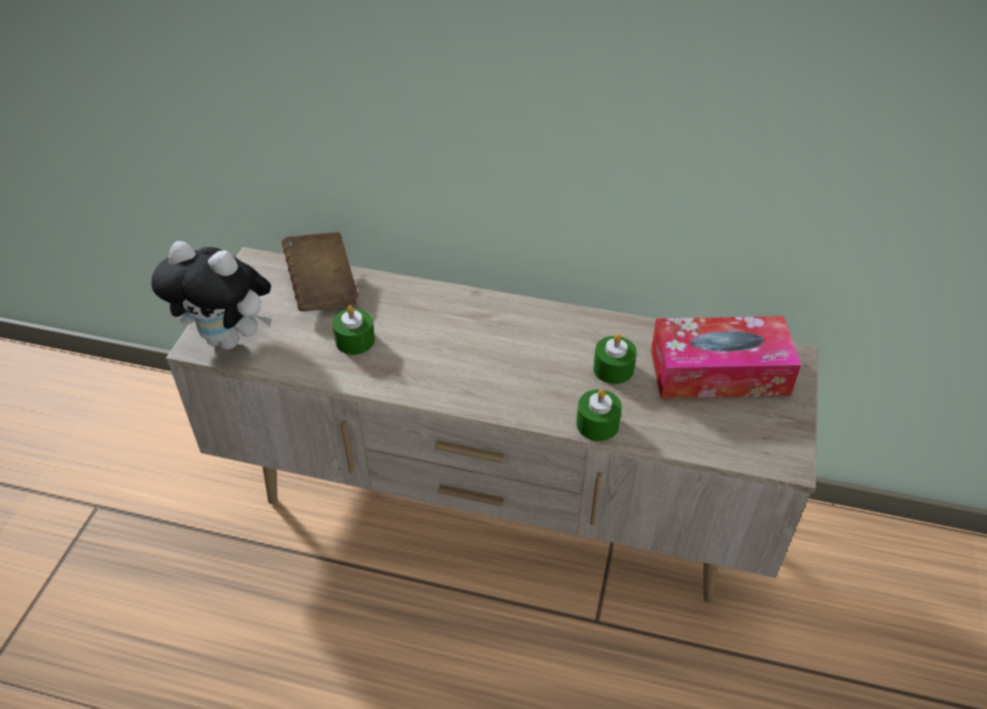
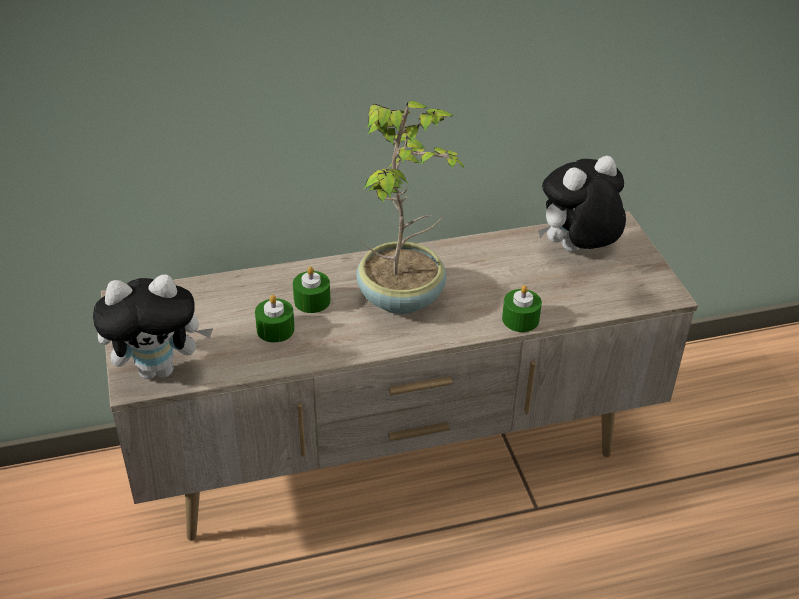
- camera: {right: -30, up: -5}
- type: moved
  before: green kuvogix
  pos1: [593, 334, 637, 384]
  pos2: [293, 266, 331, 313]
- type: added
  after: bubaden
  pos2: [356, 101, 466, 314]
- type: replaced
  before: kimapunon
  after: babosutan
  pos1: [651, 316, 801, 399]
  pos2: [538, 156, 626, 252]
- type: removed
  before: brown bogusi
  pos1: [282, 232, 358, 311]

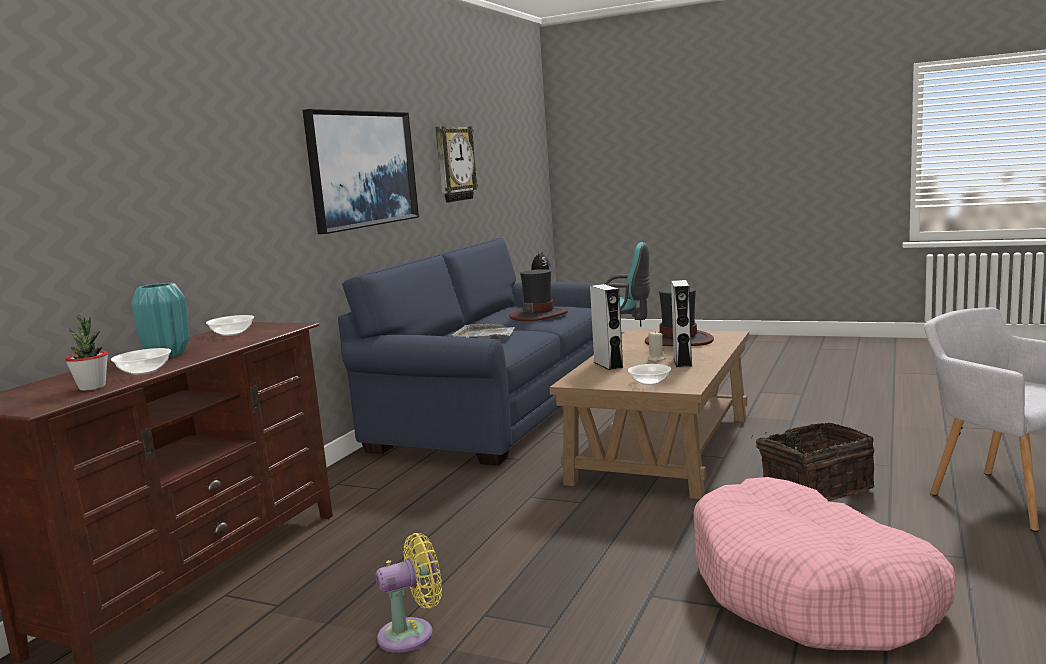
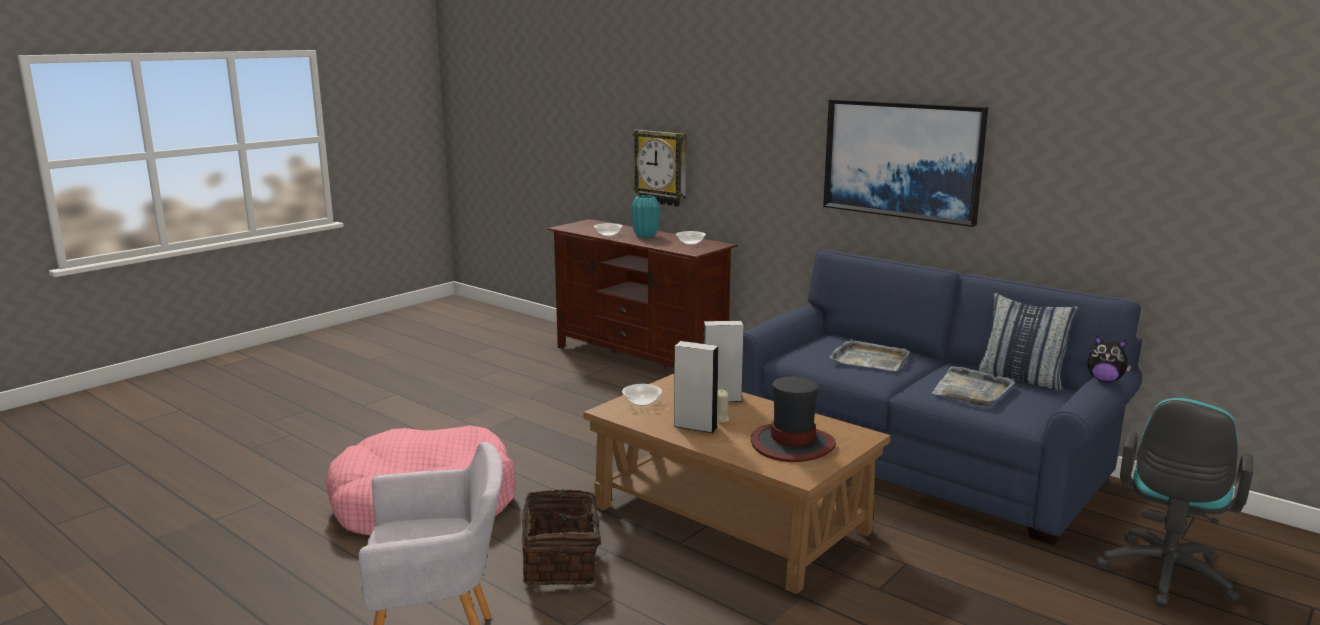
- camera: {right: 105, up: 5}
- type: moved
  before: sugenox
  pos1: [435, 126, 478, 202]
  pos2: [632, 130, 686, 207]
- type: replaced
  before: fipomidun
  after: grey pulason
  pos1: [510, 269, 568, 321]
  pos2: [932, 366, 1015, 406]
- type: added
  after: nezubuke
  pos2: [977, 293, 1079, 391]
- type: removed
  before: bubaden
  pos1: [65, 315, 108, 391]
- type: removed
  before: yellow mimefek
  pos1: [376, 533, 442, 653]

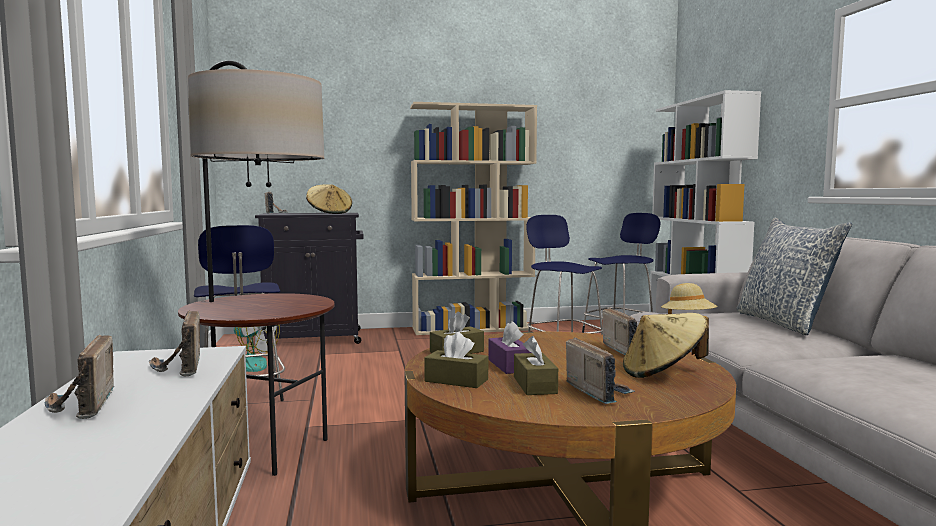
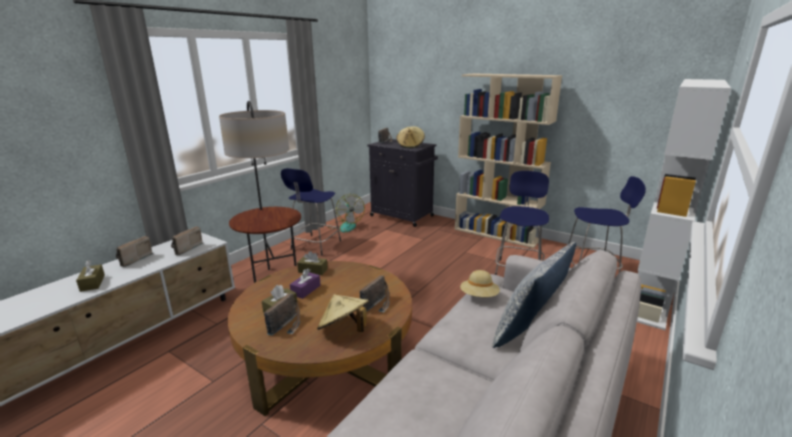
- camera: {right: 45, up: 15}
- type: moved
  before: brown kimapunon
  pos1: [424, 332, 488, 388]
  pos2: [76, 260, 105, 292]

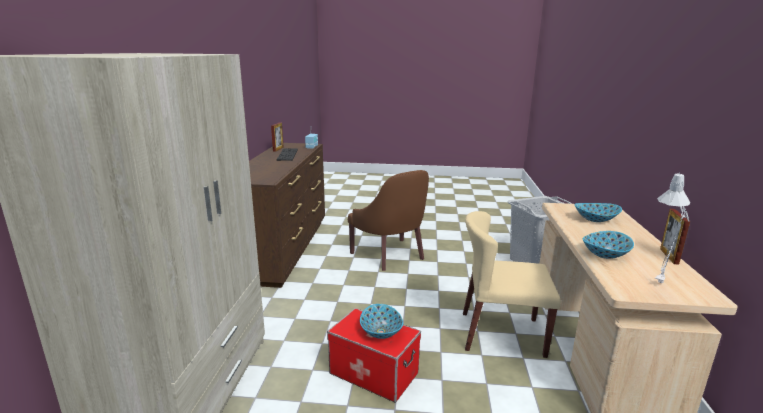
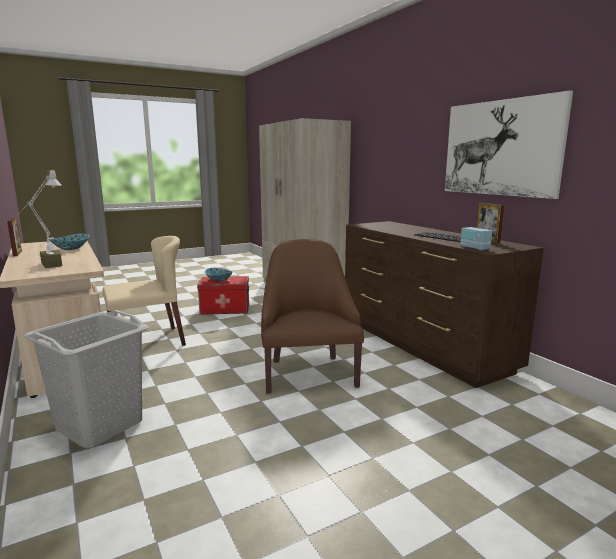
- camera: {right: 145, up: -5}
- type: replaced
  before: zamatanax
  after: brown kimapunon
  pos1: [574, 203, 622, 222]
  pos2: [40, 241, 62, 268]
- type: turned
  before: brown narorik
  pos1: [348, 170, 429, 271]
  pos2: [261, 239, 364, 393]
  turn: 60
- type: added
  after: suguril
  pos2: [445, 91, 573, 199]

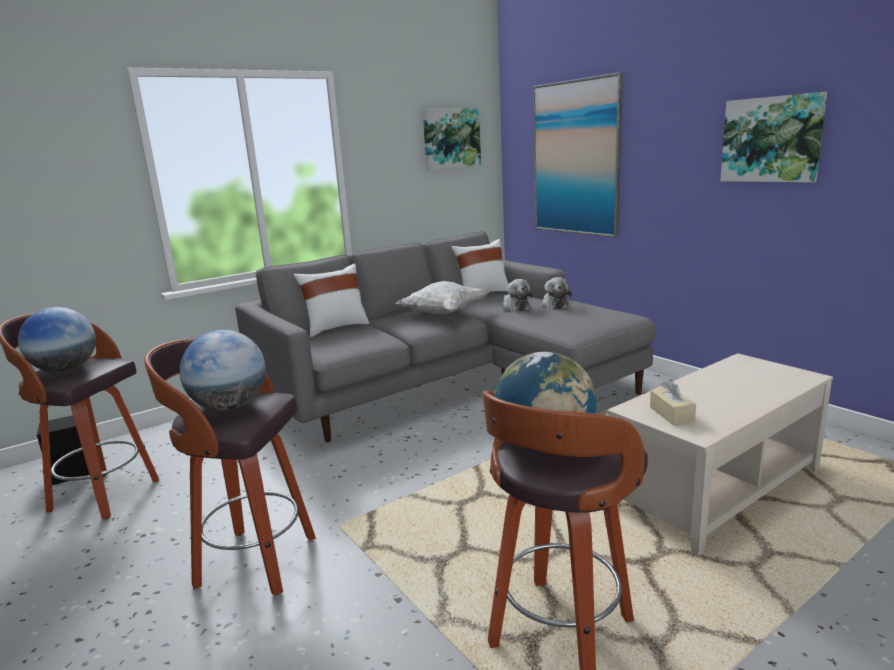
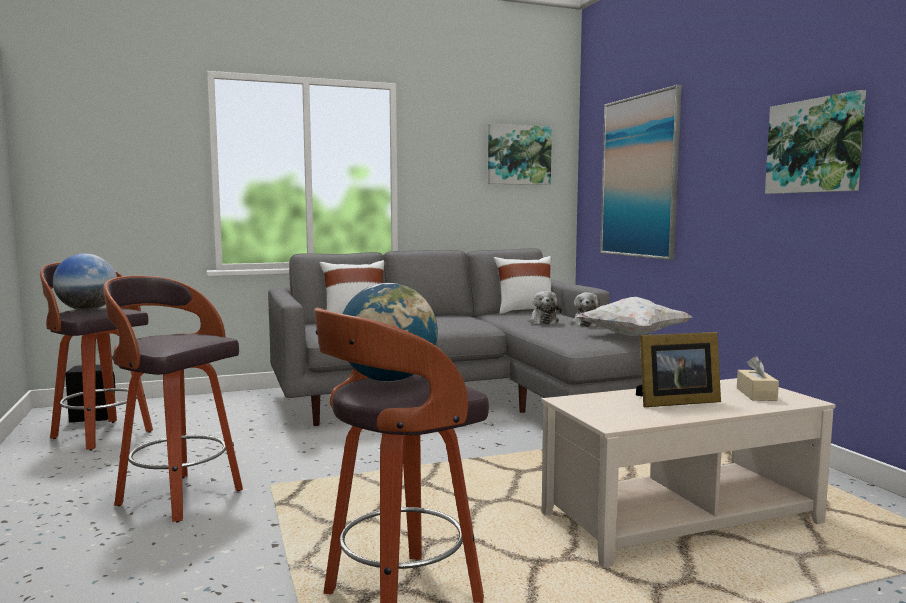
- camera: {right: 15, up: -10}
- type: moved
  before: white nezubuke
  pos1: [395, 281, 490, 314]
  pos2: [576, 297, 692, 336]
- type: added
  after: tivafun
  pos2: [636, 332, 721, 407]
- type: moved
  before: beige kimapunon
  pos1: [650, 379, 696, 425]
  pos2: [737, 356, 779, 401]
- type: removed
  before: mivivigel
  pos1: [180, 330, 266, 411]

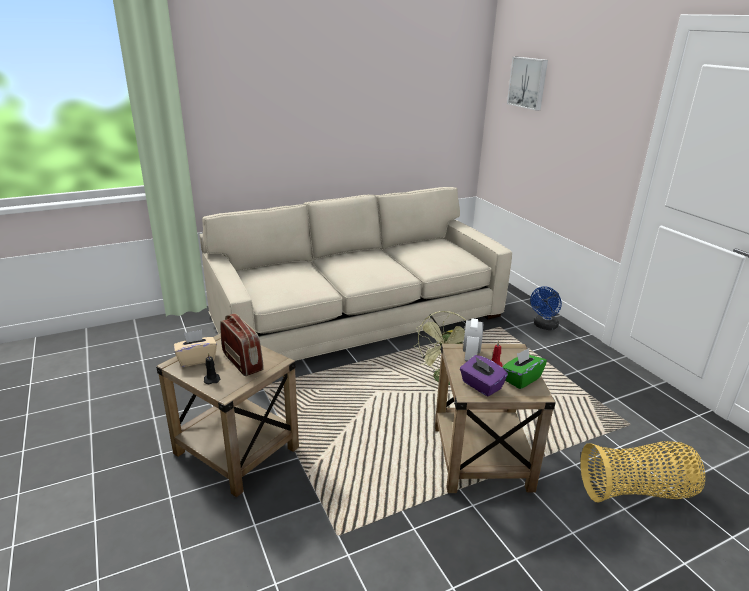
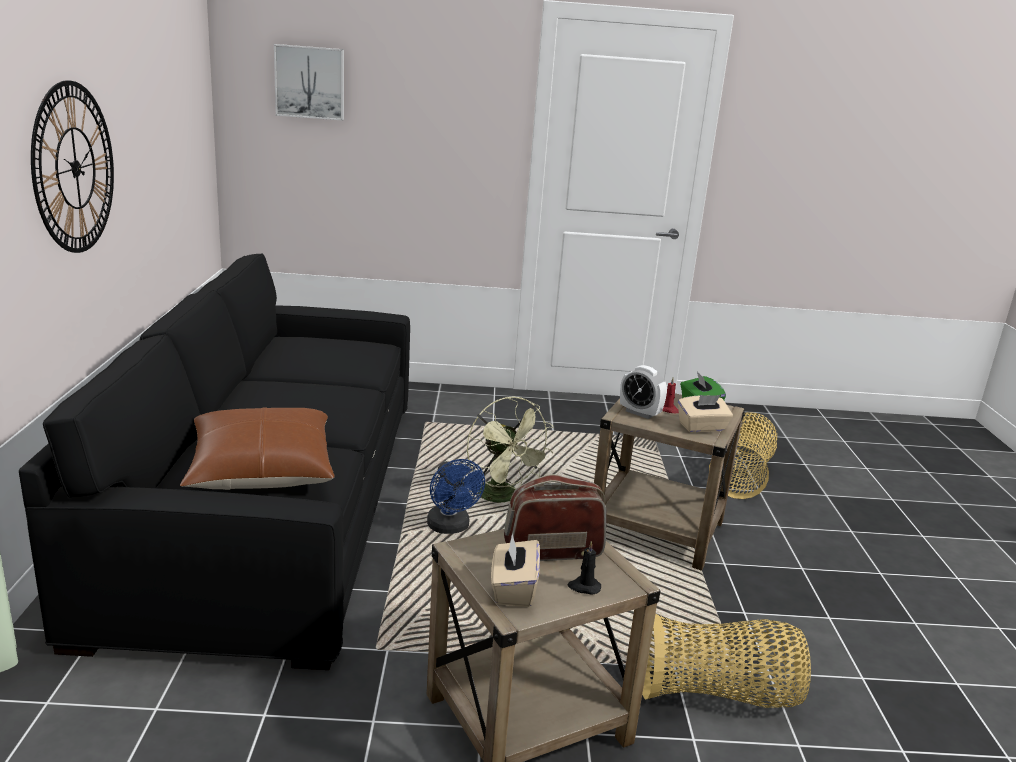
- camera: {right: -65, up: -5}
- type: recoloured
  before: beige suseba
  after: black suseba
  pos1: [199, 187, 512, 361]
  pos2: [19, 253, 410, 670]
- type: added
  after: sugenox
  pos2: [31, 80, 114, 253]
- type: added
  after: brown nezubuke
  pos2: [180, 407, 334, 490]
- type: moved
  before: blue mimefek
  pos1: [530, 286, 562, 330]
  pos2: [427, 459, 485, 534]
- type: added
  after: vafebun
  pos2: [642, 614, 811, 708]
- type: recoloured
  before: purple kimapunon
  after: beige kimapunon
  pos1: [460, 355, 508, 396]
  pos2: [678, 395, 733, 432]

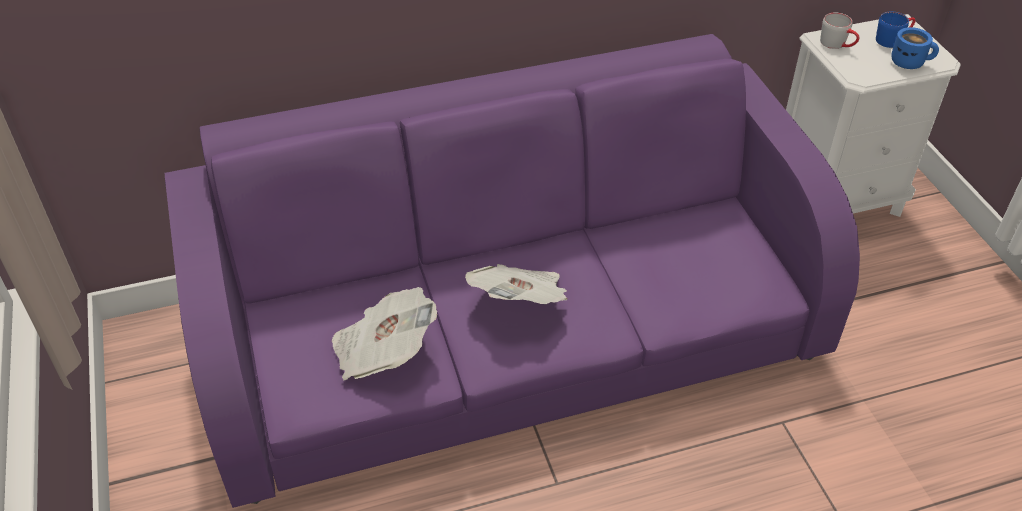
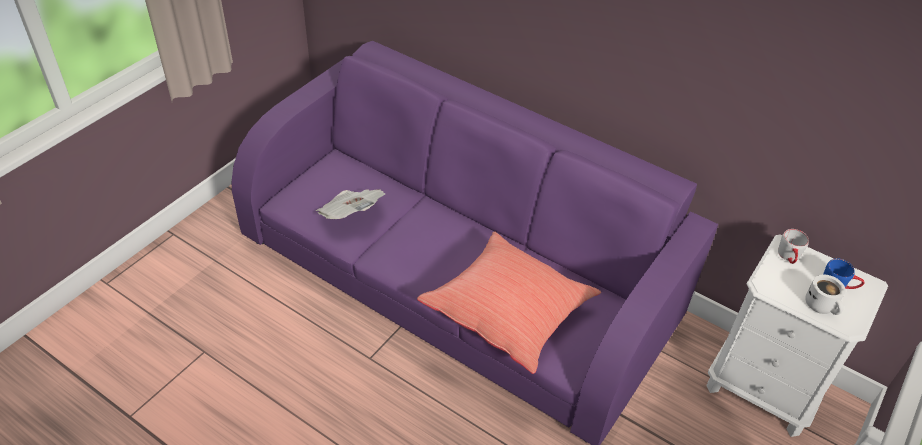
- camera: {right: 50, up: 0}
- type: added
  after: red nezubuke
  pos2: [417, 232, 601, 374]
- type: recoloured
  before: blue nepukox
  after: white nepukox
  pos1: [891, 27, 939, 69]
  pos2: [805, 274, 845, 315]
- type: removed
  before: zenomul
  pos1: [465, 264, 567, 304]

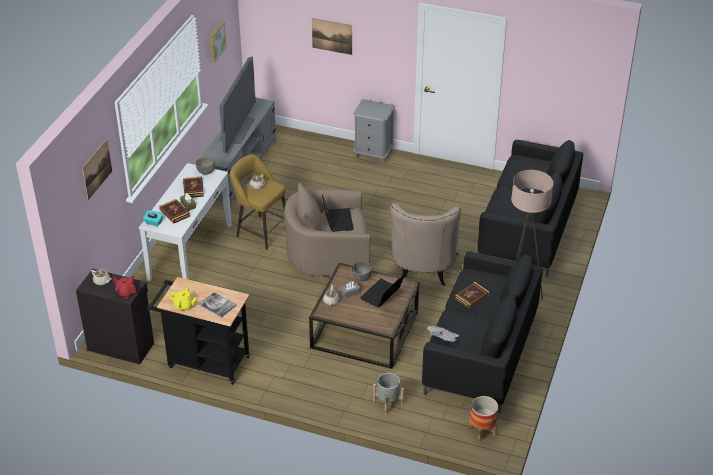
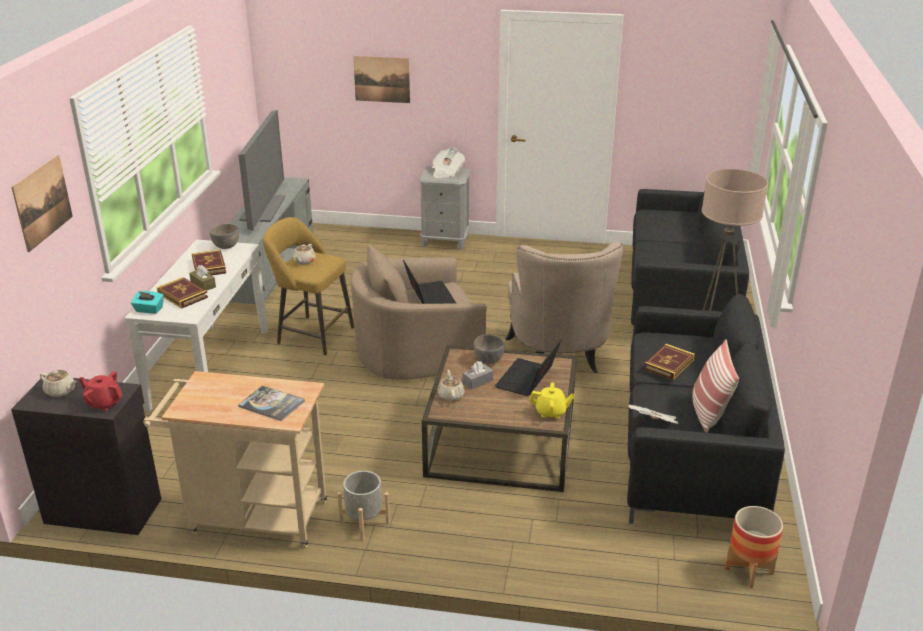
- camera: {right: -10, up: -10}
- type: recoloured
  before: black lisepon
  after: beige lisepon
  pos1: [147, 277, 250, 384]
  pos2: [143, 371, 327, 548]
- type: moved
  before: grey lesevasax
  pos1: [373, 373, 404, 414]
  pos2: [337, 471, 390, 541]
- type: added
  after: zenomul
  pos2: [432, 148, 465, 178]
- type: moved
  before: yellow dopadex
  pos1: [170, 287, 197, 311]
  pos2: [529, 382, 575, 419]
- type: added
  after: nezubuke
  pos2: [693, 339, 739, 433]
- type: removed
  before: suguril
  pos1: [209, 22, 227, 63]

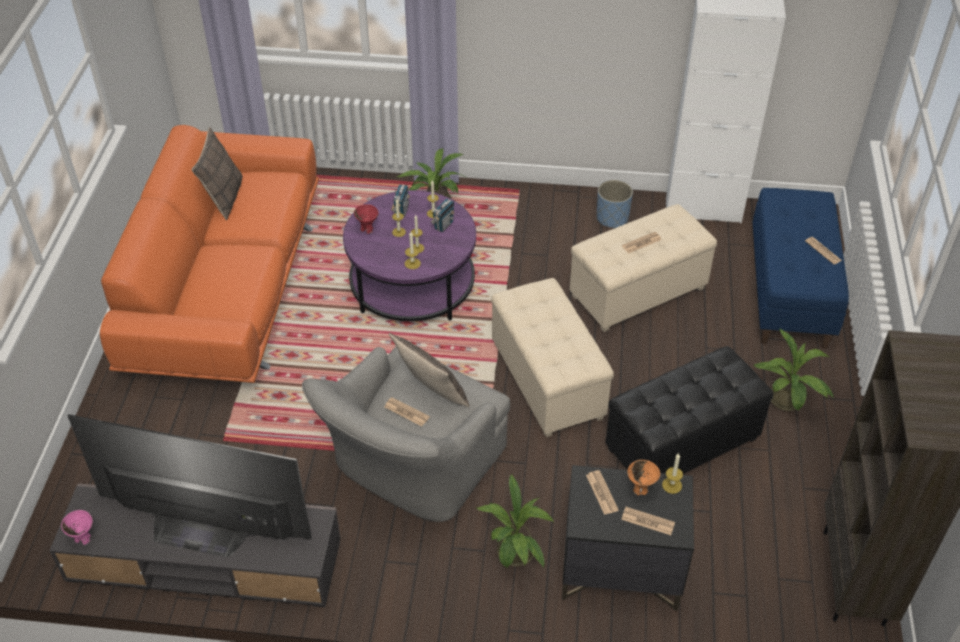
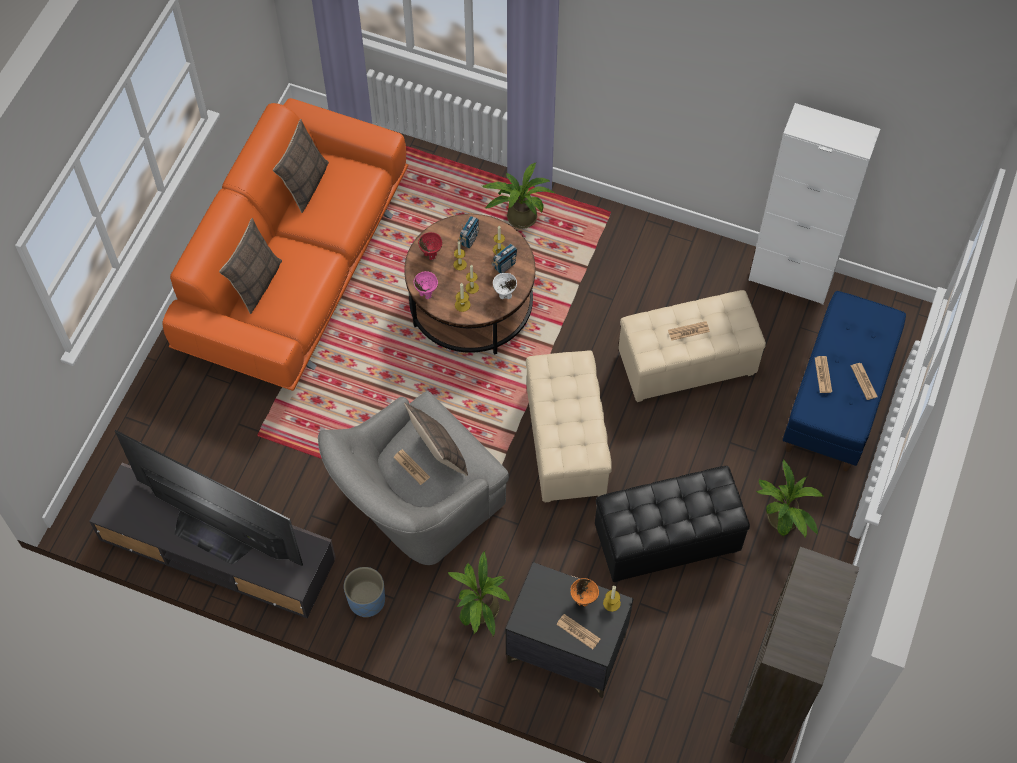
- camera: {right: 15, up: 15}
- type: added
  after: nezubuke
  pos2: [219, 218, 282, 314]
- type: moved
  before: blue lesevasax
  pos1: [597, 180, 633, 229]
  pos2: [344, 567, 385, 618]
- type: recoloured
  before: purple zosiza
  after: brown zosiza
  pos1: [343, 190, 476, 321]
  pos2: [404, 214, 535, 355]
- type: moved
  before: pink zamatanax
  pos1: [61, 510, 93, 545]
  pos2: [413, 271, 438, 299]
- type: added
  after: white zamatanax
  pos2: [493, 273, 517, 299]
- type: moved
  before: zenomul
  pos1: [586, 470, 619, 515]
  pos2: [815, 356, 832, 393]

